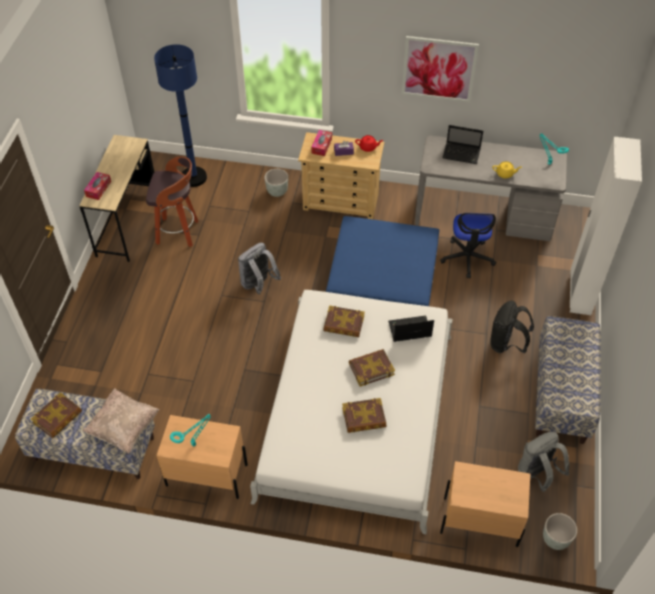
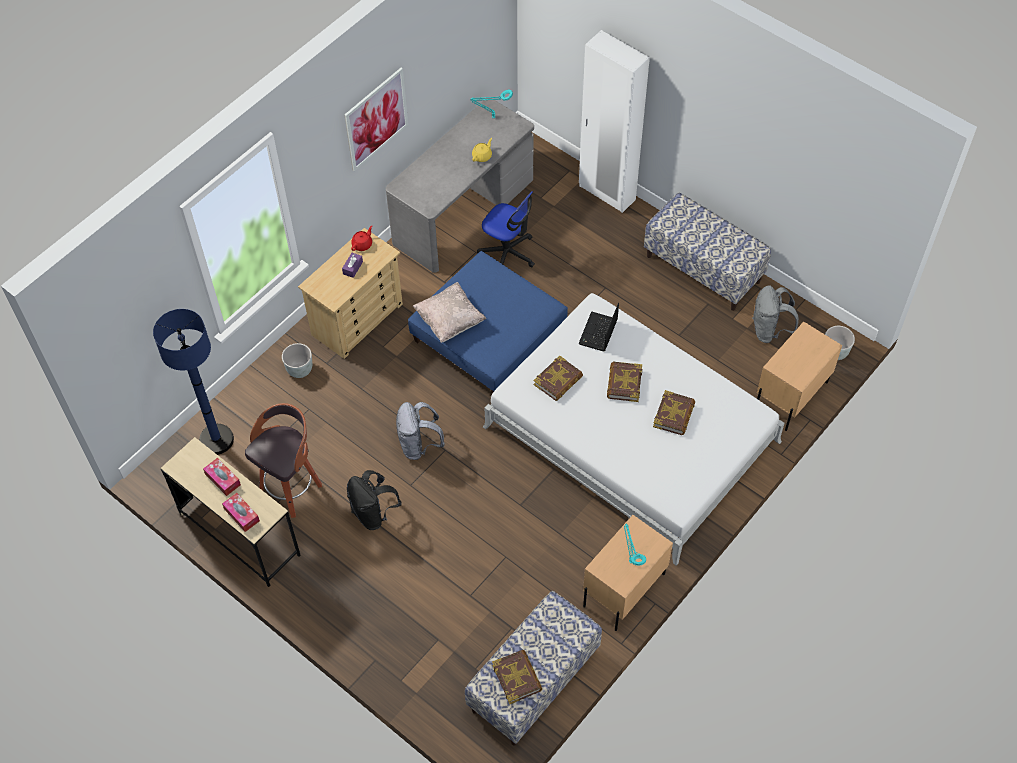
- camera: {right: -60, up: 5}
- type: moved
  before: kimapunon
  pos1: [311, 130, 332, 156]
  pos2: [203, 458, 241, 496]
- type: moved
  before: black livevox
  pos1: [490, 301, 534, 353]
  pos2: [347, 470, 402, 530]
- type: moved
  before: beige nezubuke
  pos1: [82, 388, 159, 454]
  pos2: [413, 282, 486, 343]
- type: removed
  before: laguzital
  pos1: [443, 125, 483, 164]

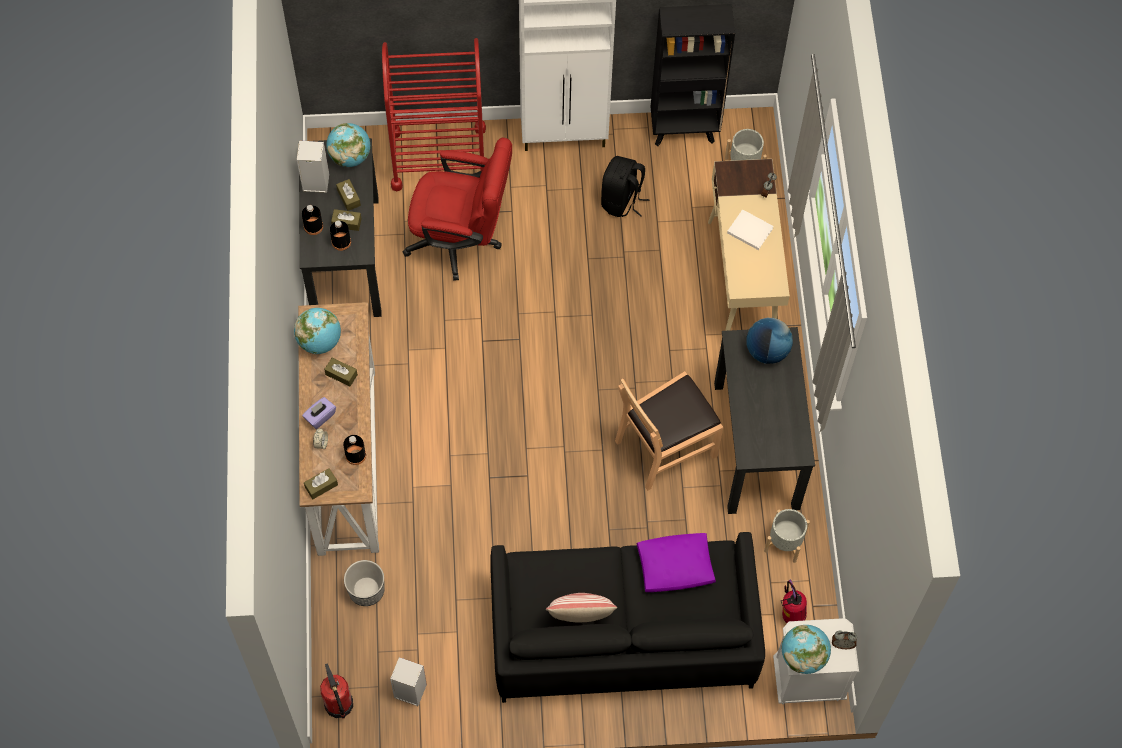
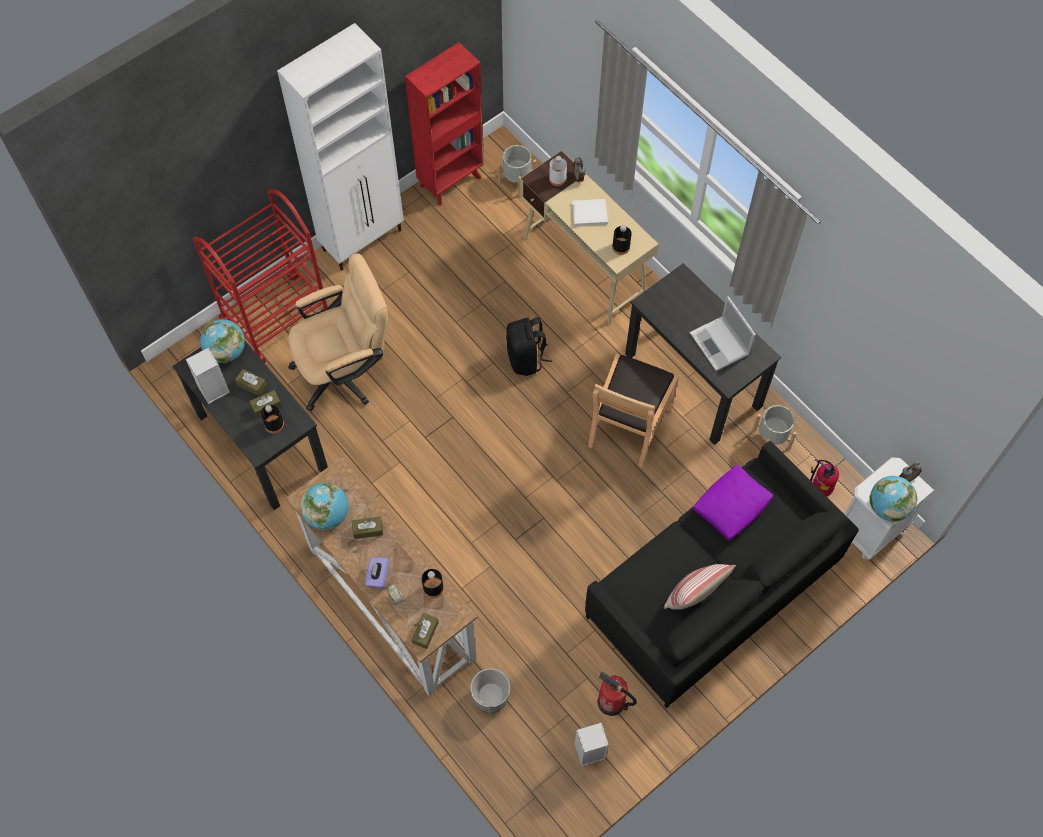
- camera: {right: -35, up: 0}
- type: recoloured
  before: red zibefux
  after: beige zibefux
  pos1: [403, 138, 512, 281]
  pos2: [288, 253, 389, 411]
- type: recoloured
  before: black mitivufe
  after: red mitivufe
  pos1: [651, 4, 735, 146]
  pos2: [405, 42, 484, 205]
- type: moved
  before: black livevox
  pos1: [601, 156, 649, 217]
  pos2: [506, 317, 552, 376]
- type: added
  after: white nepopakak
  pos2: [549, 156, 567, 186]
- type: moved
  before: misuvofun
  pos1: [320, 663, 353, 718]
  pos2: [597, 671, 637, 716]
- type: moved
  before: black nepopakak
  pos1: [302, 205, 323, 235]
  pos2: [612, 225, 632, 255]
- type: added
  after: laguzital
  pos2: [690, 296, 756, 371]
- type: removed
  before: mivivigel
  pos1: [746, 318, 793, 364]

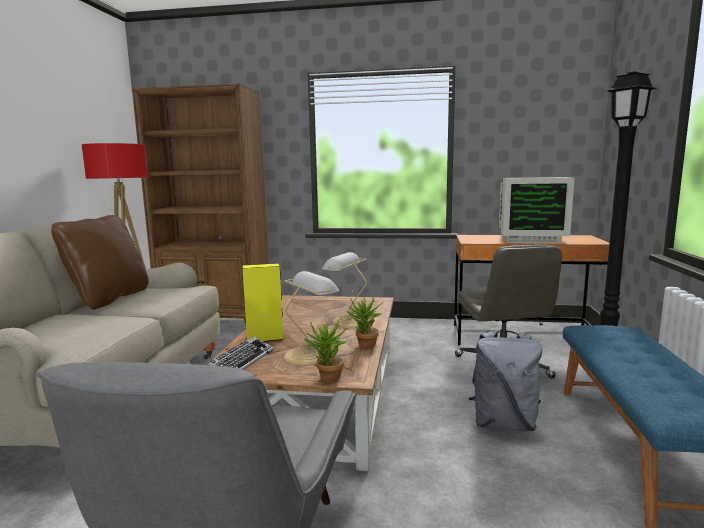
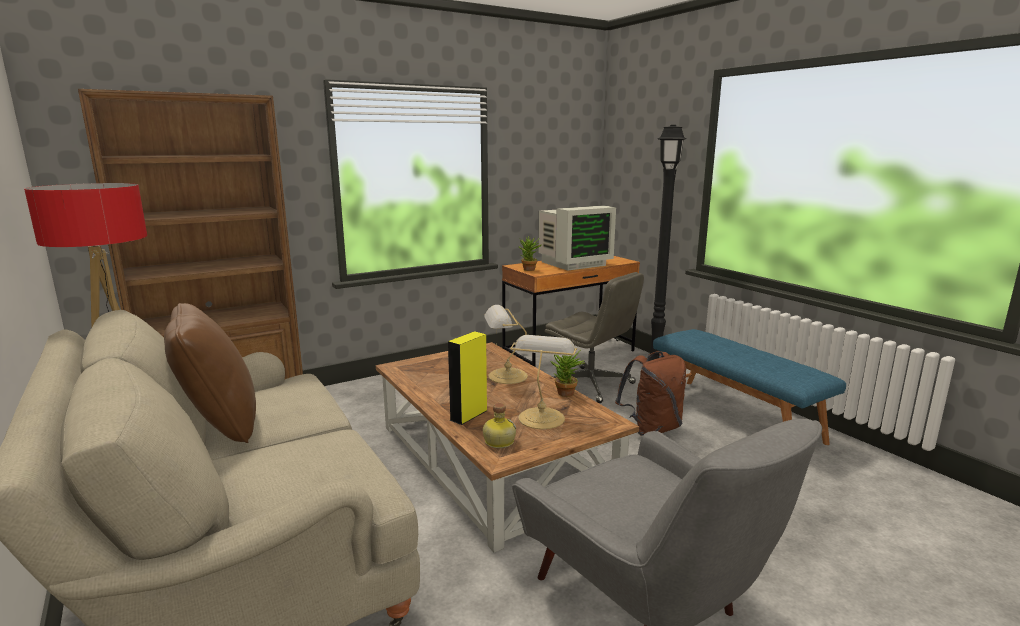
- camera: {right: -40, up: 5}
- type: replaced
  before: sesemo
  after: nepopakak
  pos1: [208, 336, 274, 370]
  pos2: [483, 403, 516, 448]
- type: moved
  before: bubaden
  pos1: [304, 320, 348, 382]
  pos2: [518, 236, 542, 271]
- type: recoloured
  before: grey livevox
  after: brown livevox
  pos1: [469, 330, 542, 431]
  pos2: [615, 351, 686, 436]

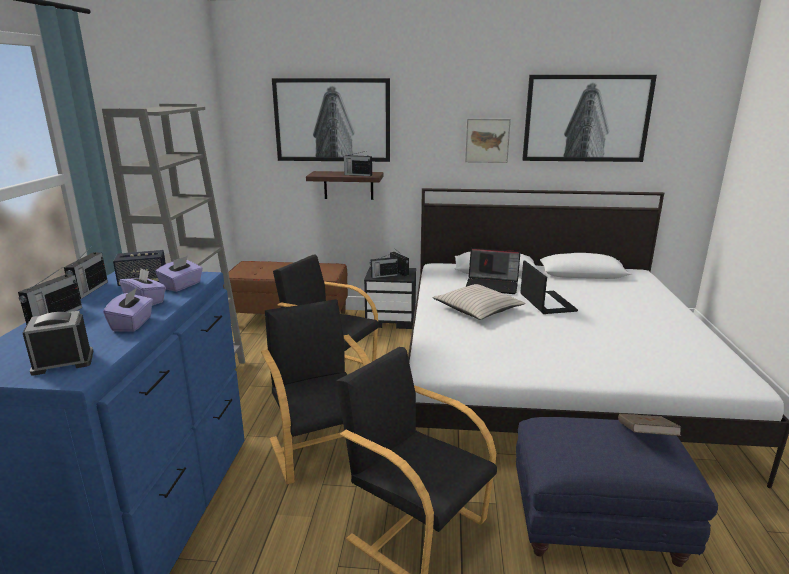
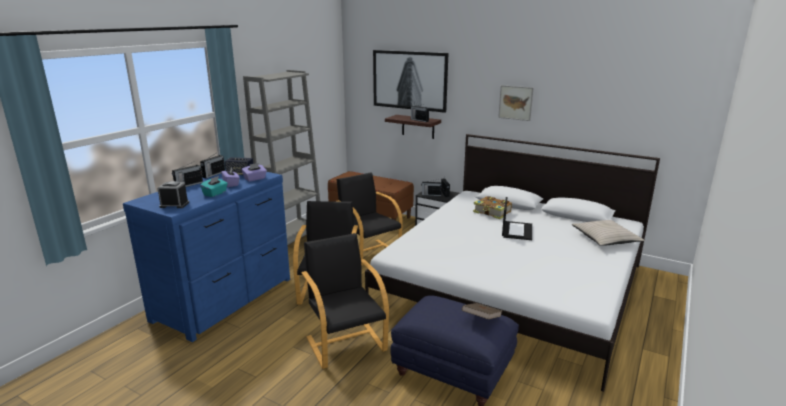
- camera: {right: 25, up: 0}
- type: recoloured
  before: purple kimapunon
  after: turquoise kimapunon
  pos1: [103, 288, 153, 331]
  pos2: [200, 176, 228, 197]
- type: replaced
  before: laguzital
  after: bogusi
  pos1: [465, 248, 521, 294]
  pos2: [473, 196, 512, 219]
- type: moved
  before: beige nezubuke
  pos1: [432, 284, 525, 320]
  pos2: [571, 220, 645, 246]
- type: removed
  before: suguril
  pos1: [522, 75, 657, 162]

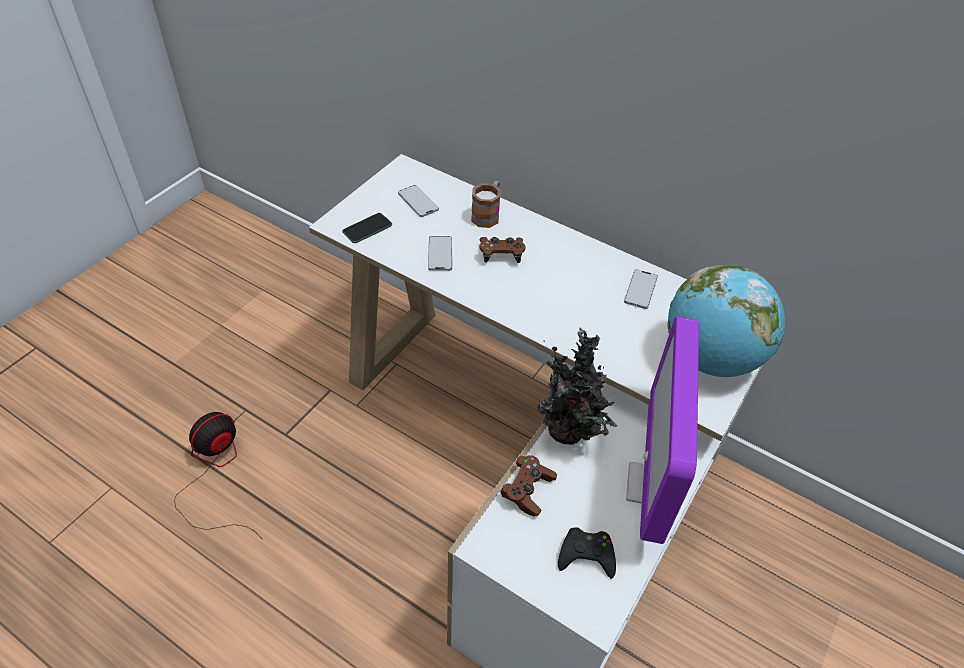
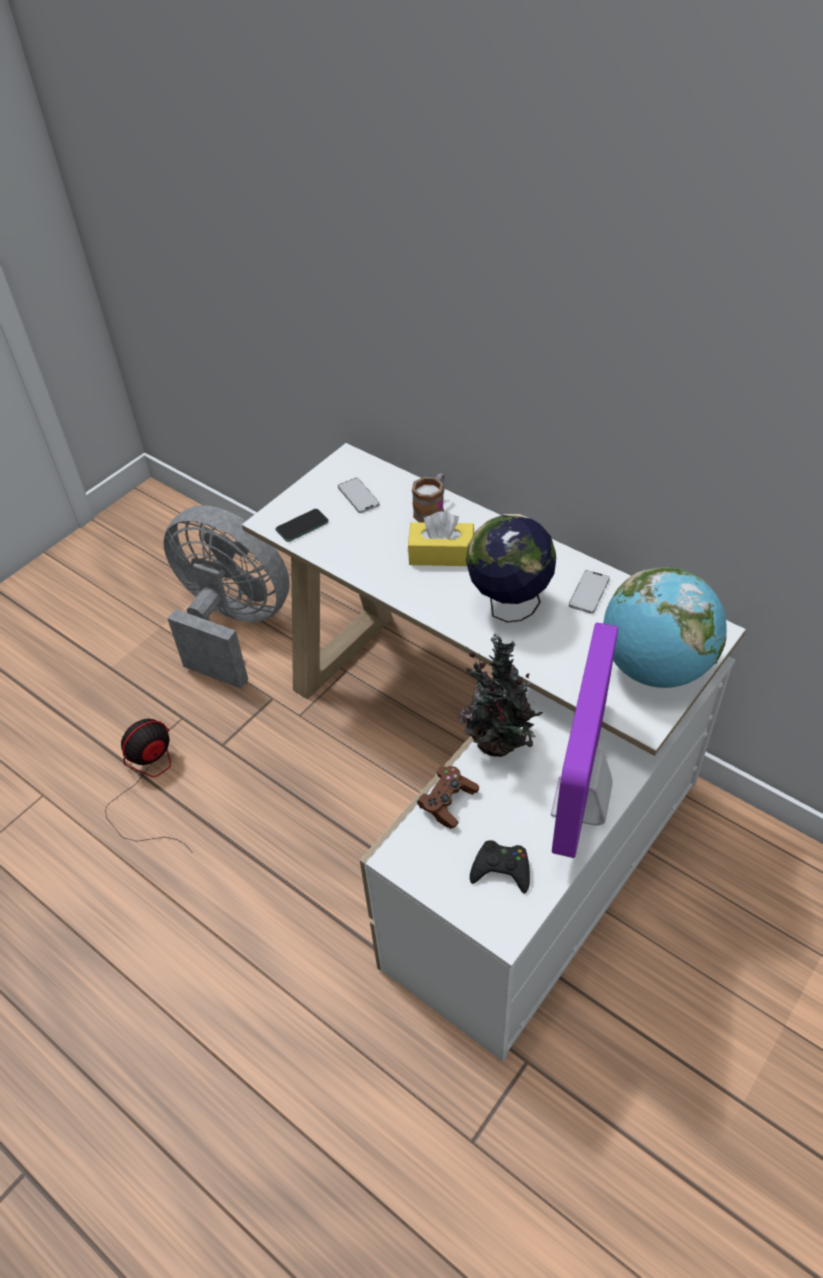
- camera: {right: 10, up: 0}
- type: added
  after: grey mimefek
  pos2: [164, 505, 290, 688]
- type: replaced
  before: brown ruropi
  after: yellow kimapunon
  pos1: [479, 237, 526, 263]
  pos2: [408, 511, 474, 566]
- type: added
  after: mivivigel
  pos2: [466, 514, 556, 623]
- type: removed
  before: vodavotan
  pos1: [428, 236, 452, 271]

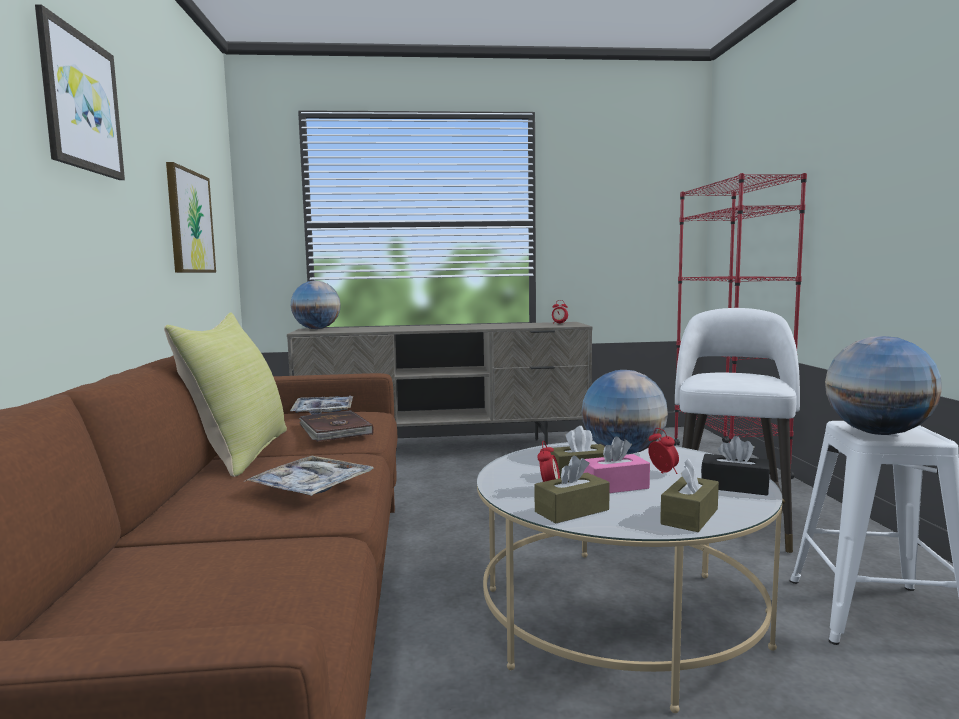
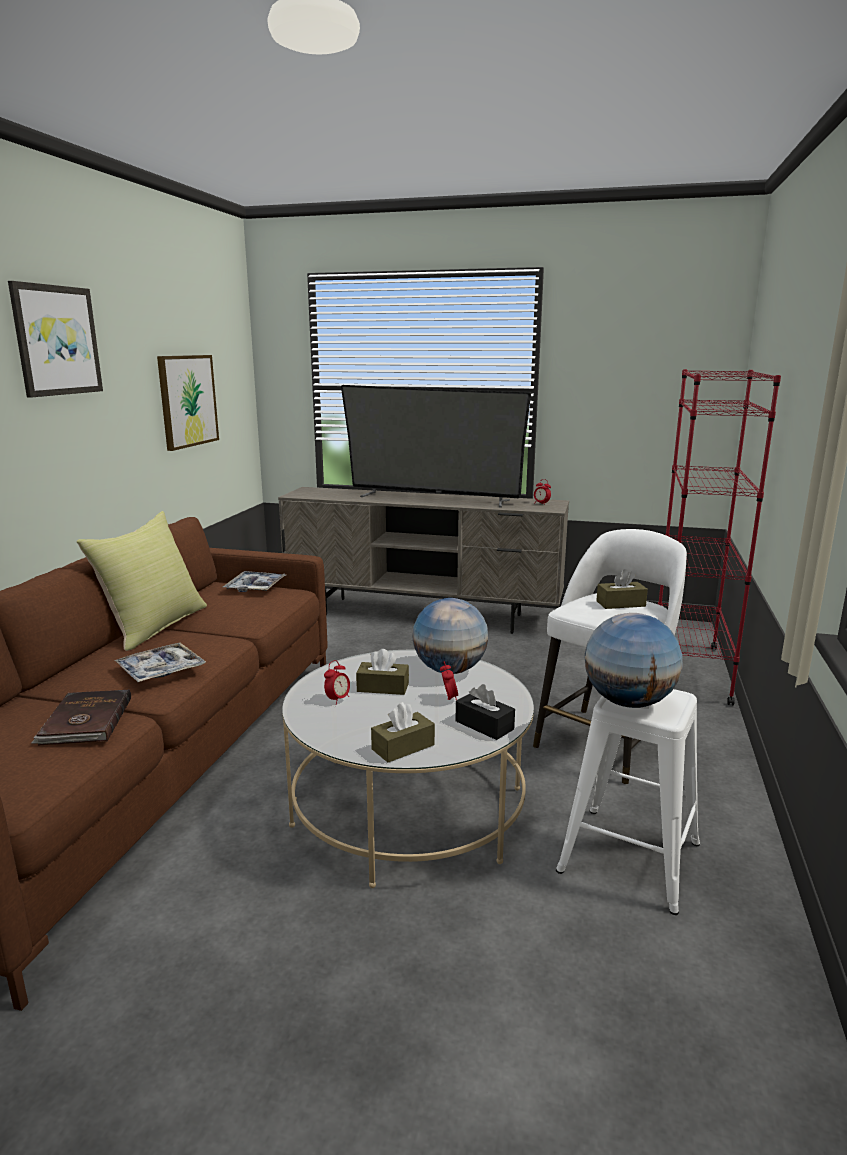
- camera: {right: 20, up: 10}
- type: moved
  before: brown bogusi
  pos1: [299, 410, 374, 442]
  pos2: [31, 689, 131, 745]
- type: added
  after: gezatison
  pos2: [341, 385, 531, 508]
- type: moved
  before: brown kimapunon
  pos1: [535, 456, 610, 523]
  pos2: [596, 569, 648, 609]
- type: removed
  before: mivivigel
  pos1: [291, 281, 341, 329]
- type: removed
  before: pink kimapunon
  pos1: [583, 436, 650, 493]

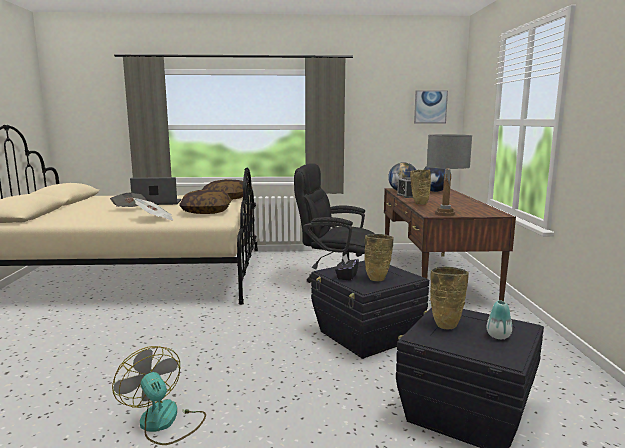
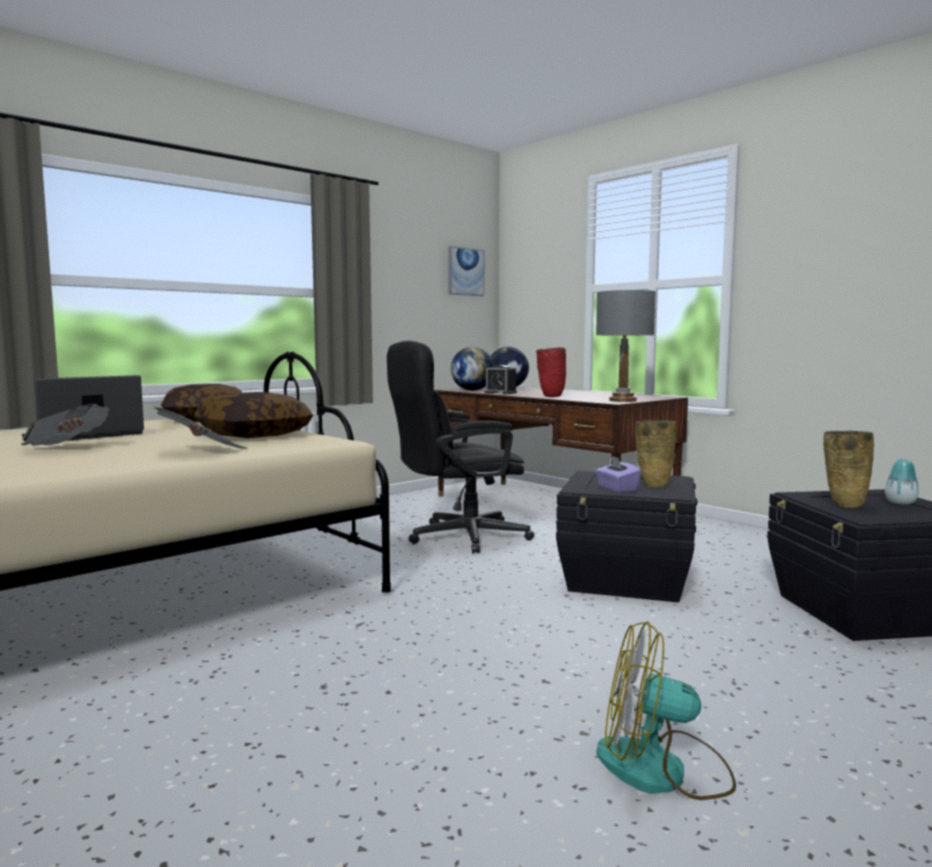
- camera: {right: -40, up: -5}
- type: recoloured
  before: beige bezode
  after: red bezode
  pos1: [410, 170, 431, 205]
  pos2: [536, 347, 566, 397]
- type: recoloured
  before: black kimapunon
  after: purple kimapunon
  pos1: [335, 254, 359, 281]
  pos2: [595, 456, 641, 493]

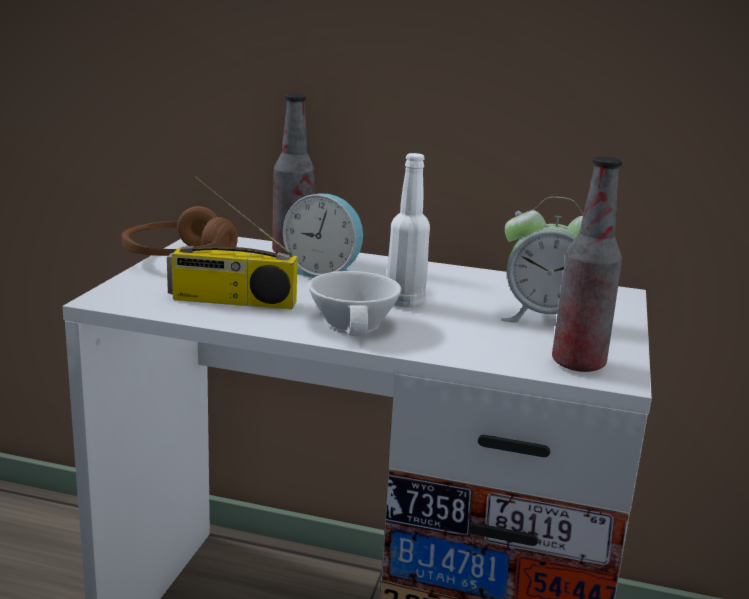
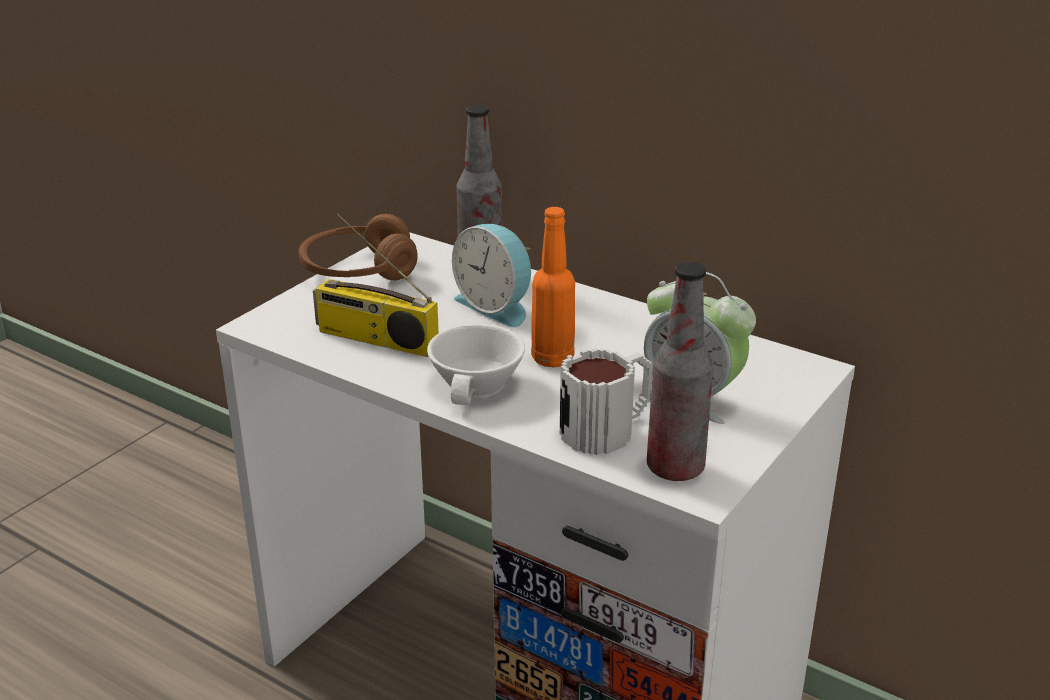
- camera: {right: 20, up: 10}
- type: recoloured
  before: white nepopakak
  after: orange nepopakak
  pos1: [387, 153, 430, 308]
  pos2: [531, 207, 575, 367]
- type: added
  after: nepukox
  pos2: [560, 348, 653, 455]

